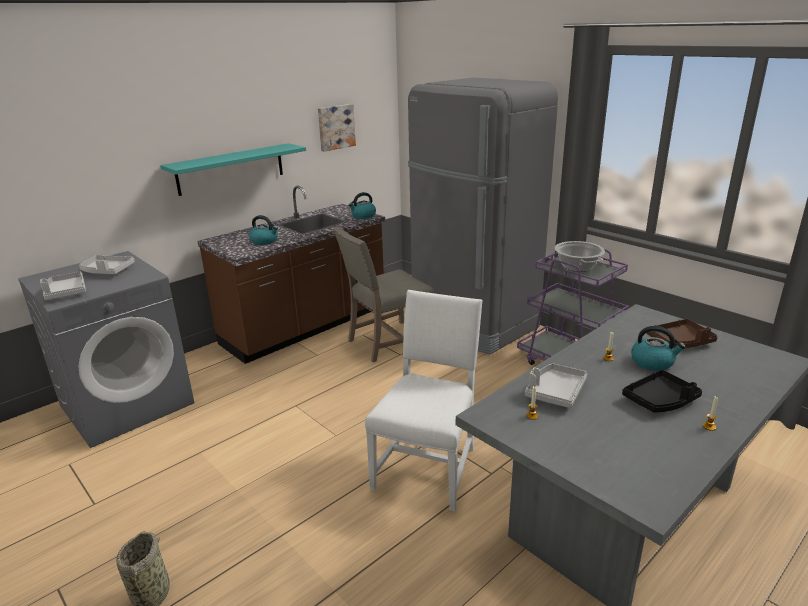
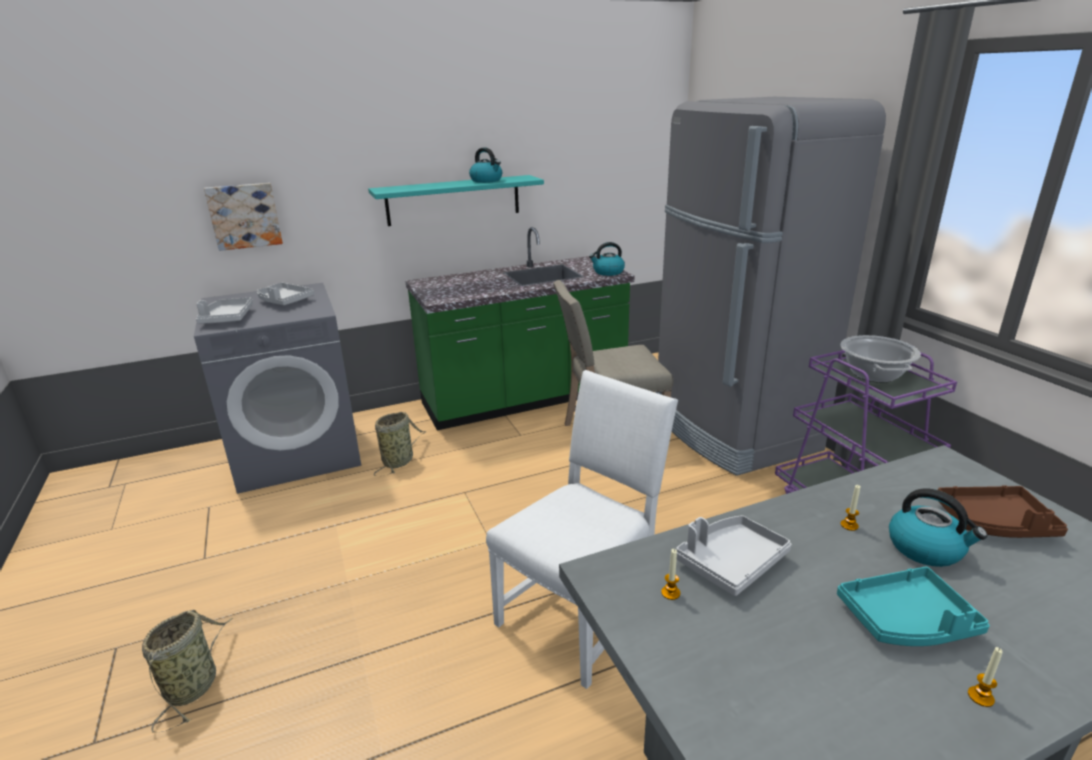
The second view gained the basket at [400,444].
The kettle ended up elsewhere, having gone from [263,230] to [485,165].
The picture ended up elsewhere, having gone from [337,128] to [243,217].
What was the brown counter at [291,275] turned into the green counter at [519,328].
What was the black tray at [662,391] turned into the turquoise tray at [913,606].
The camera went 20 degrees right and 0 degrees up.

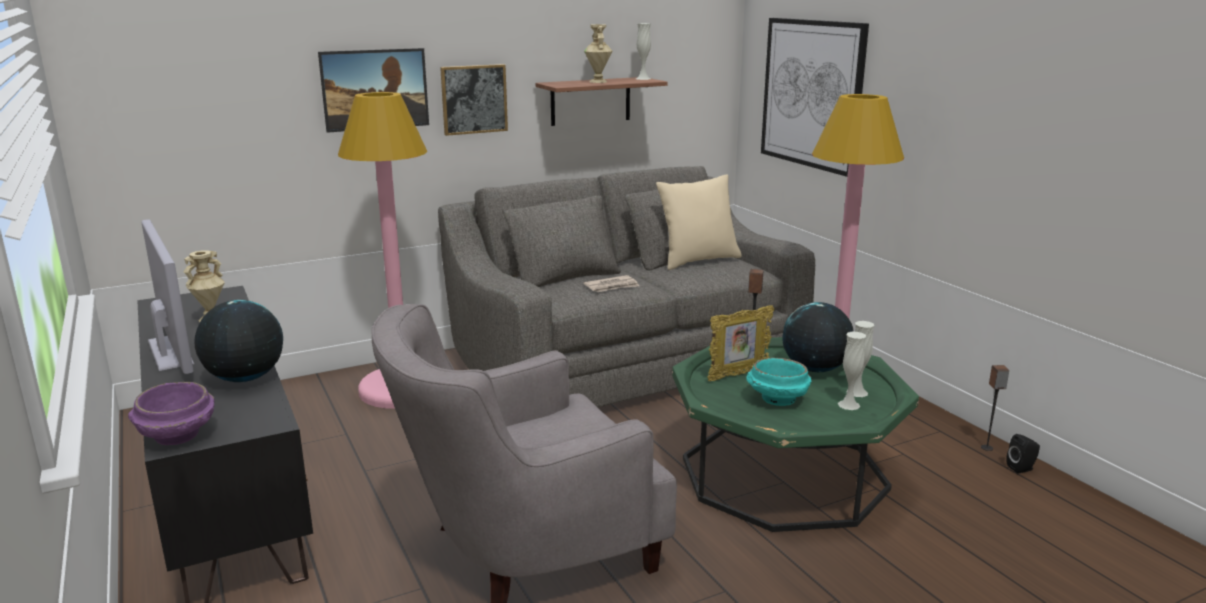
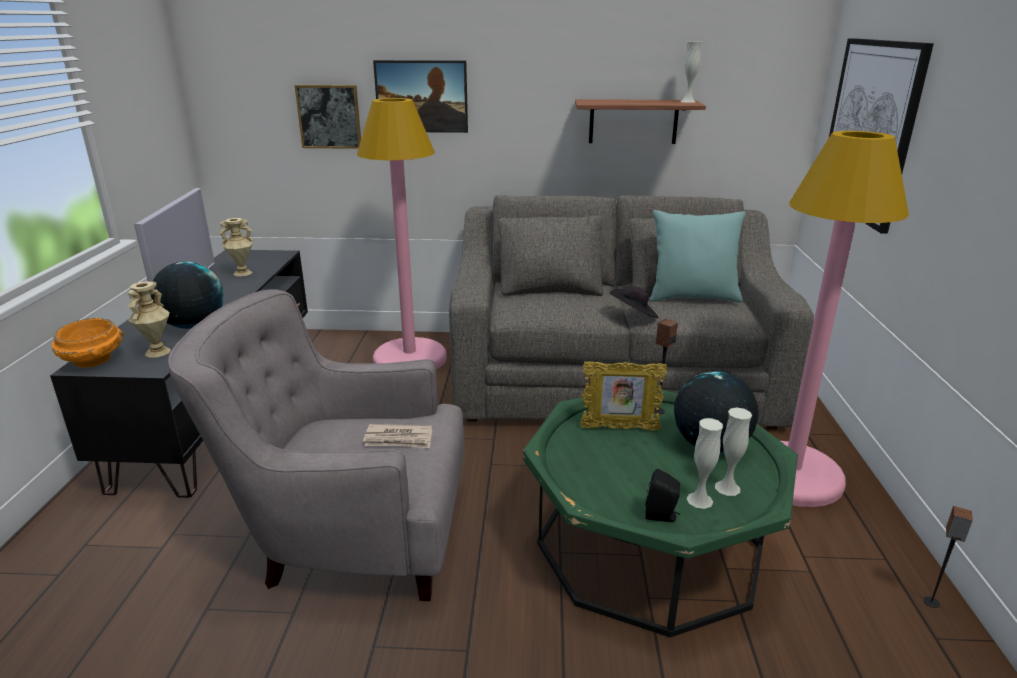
The second view lost the turquoise bowl at [778,382].
The second view gained the black hat at [634,302].
The picture ended up elsewhere, having gone from [474,100] to [328,117].
The newspaper ended up elsewhere, having gone from [611,283] to [397,436].
The beige vase ended up elsewhere, having gone from [598,53] to [149,319].
The black speaker ended up elsewhere, having gone from [1023,453] to [662,495].
What was the purple bowl at [171,413] turned into the orange bowl at [87,343].
What was the beige pillow at [699,222] turned into the turquoise pillow at [698,256].
The camera went 30 degrees right and 5 degrees up.

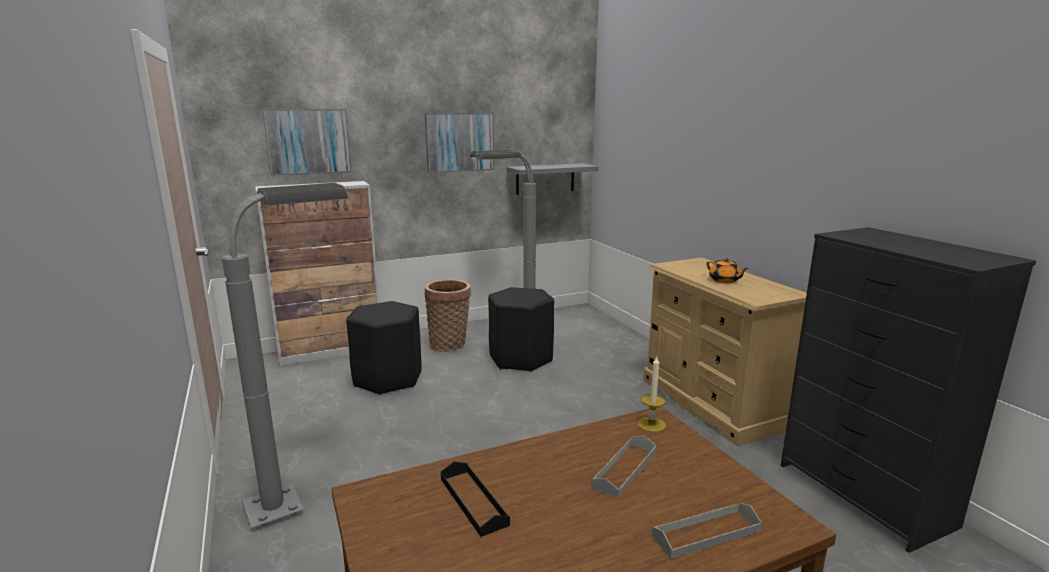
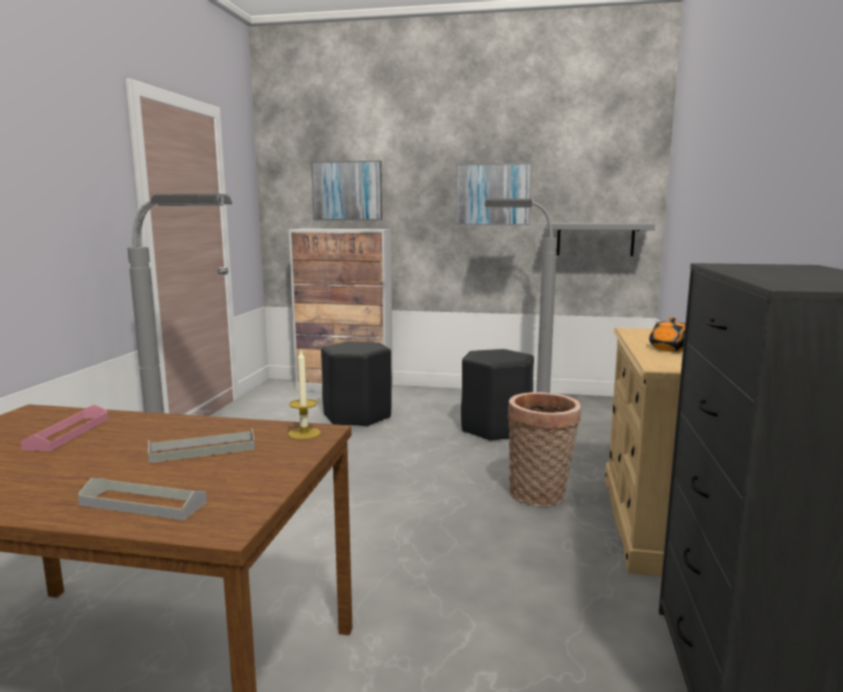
The basket ended up elsewhere, having gone from [448,315] to [544,449].
What was the black tray at [475,499] turned into the pink tray at [65,427].
The camera went 35 degrees right and 5 degrees down.

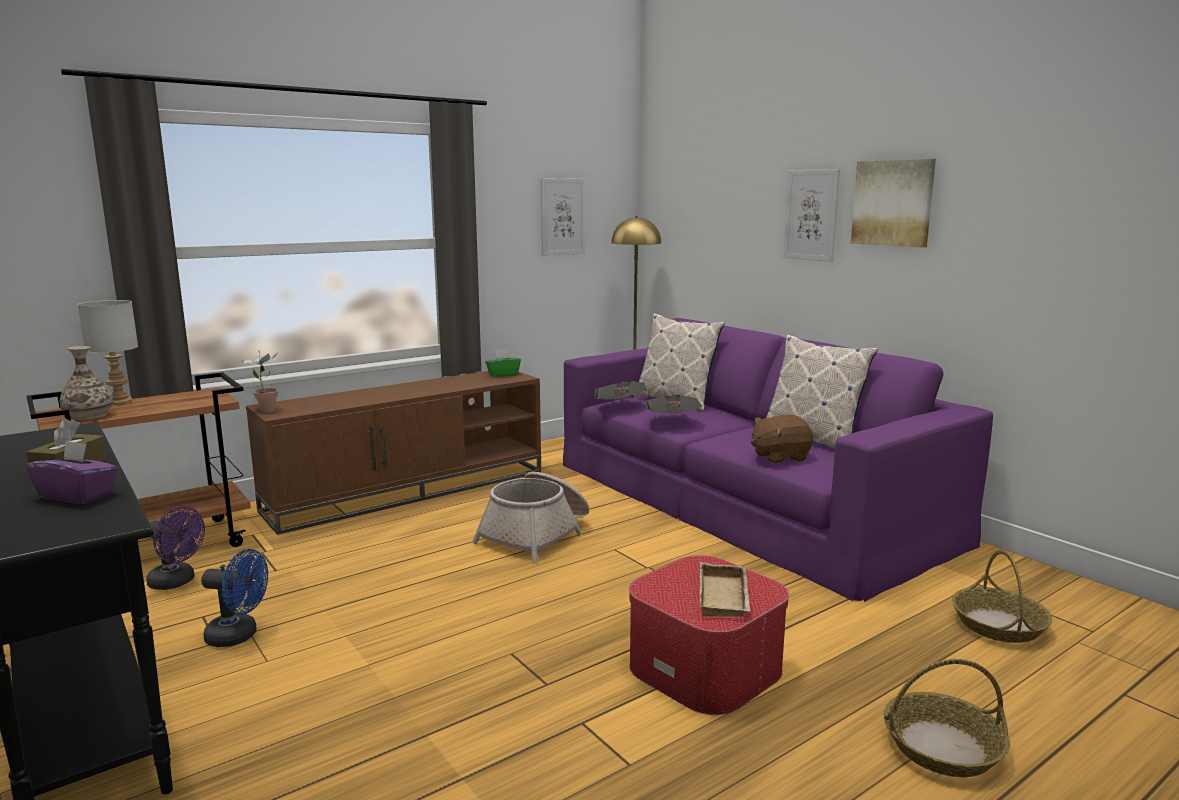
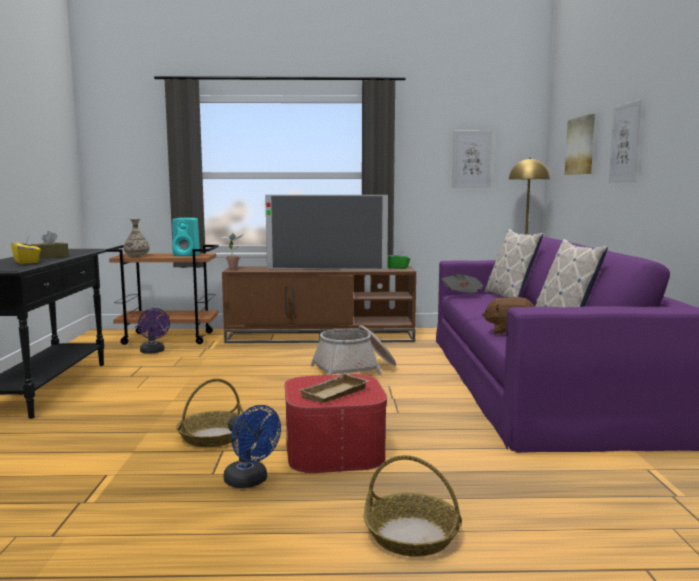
The second view lost the grey table lamp at [107,352].
The second view lost the newspaper at [673,404].
The second view gained the turquoise speaker at [186,237].
The second view gained the television at [326,232].
The blue fan ended up elsewhere, having gone from [234,598] to [252,446].
The picture ended up elsewhere, having gone from [893,203] to [580,144].
The basket ended up elsewhere, having gone from [1002,596] to [211,412].
What was the purple tissue box at [72,472] turned into the yellow tissue box at [26,250].
The camera went 35 degrees right and 5 degrees down.

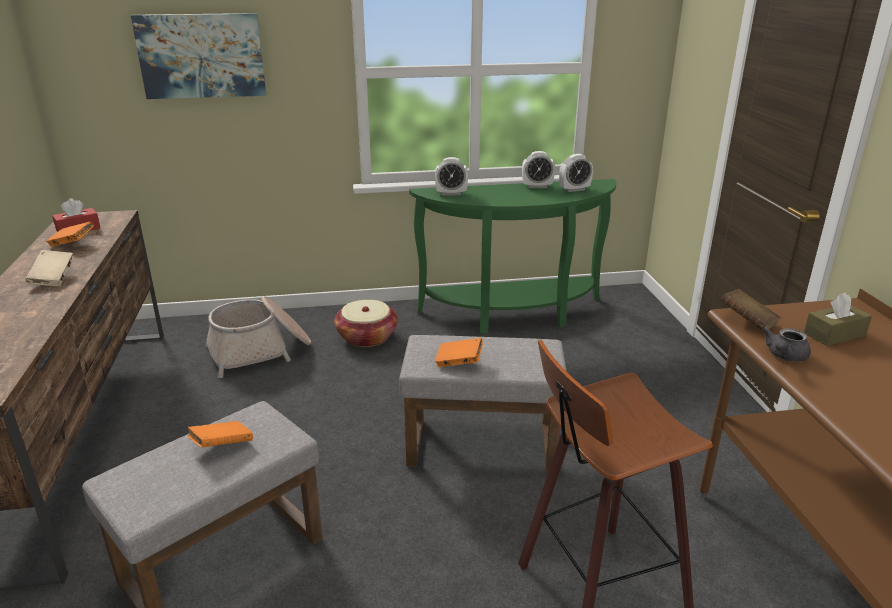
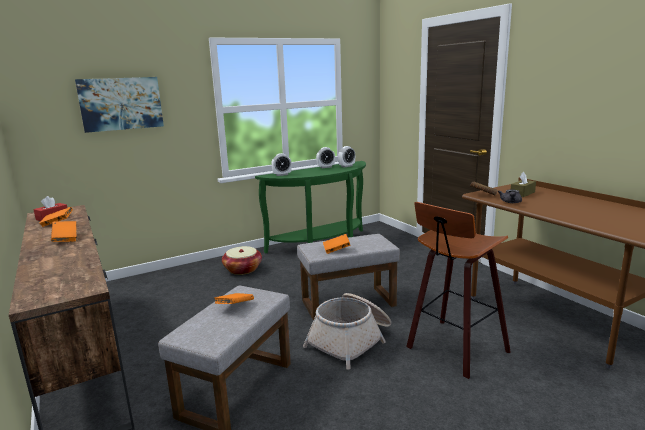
The basket ended up elsewhere, having gone from [258,337] to [347,331].
What was the beige book at [49,268] turned into the orange book at [64,231].
The camera went 20 degrees left and 10 degrees down.

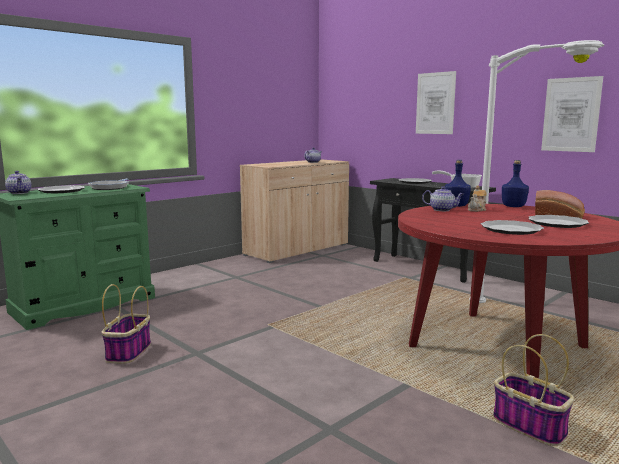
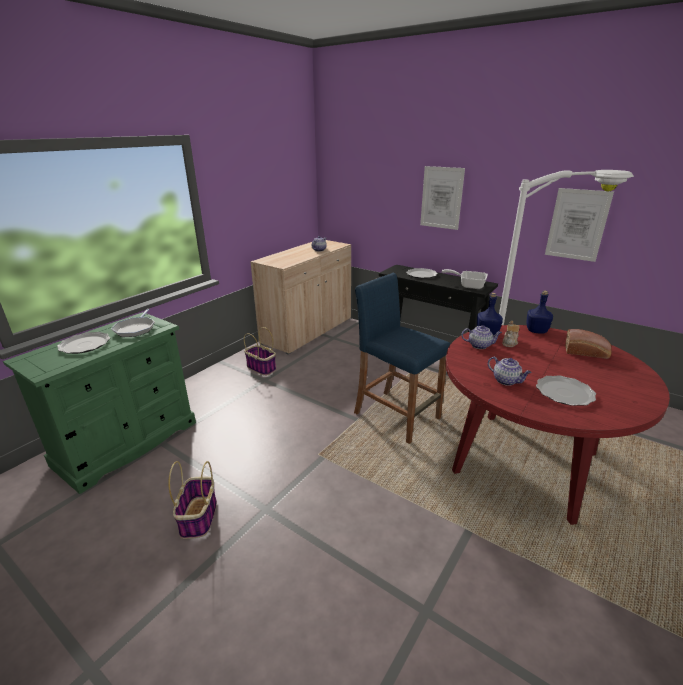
The second view lost the plate at [559,221].
The second view gained the blue stool at [402,358].
The teapot ended up elsewhere, having gone from [18,182] to [510,371].
The basket ended up elsewhere, having gone from [533,390] to [260,351].
The camera went 10 degrees left and 15 degrees up.

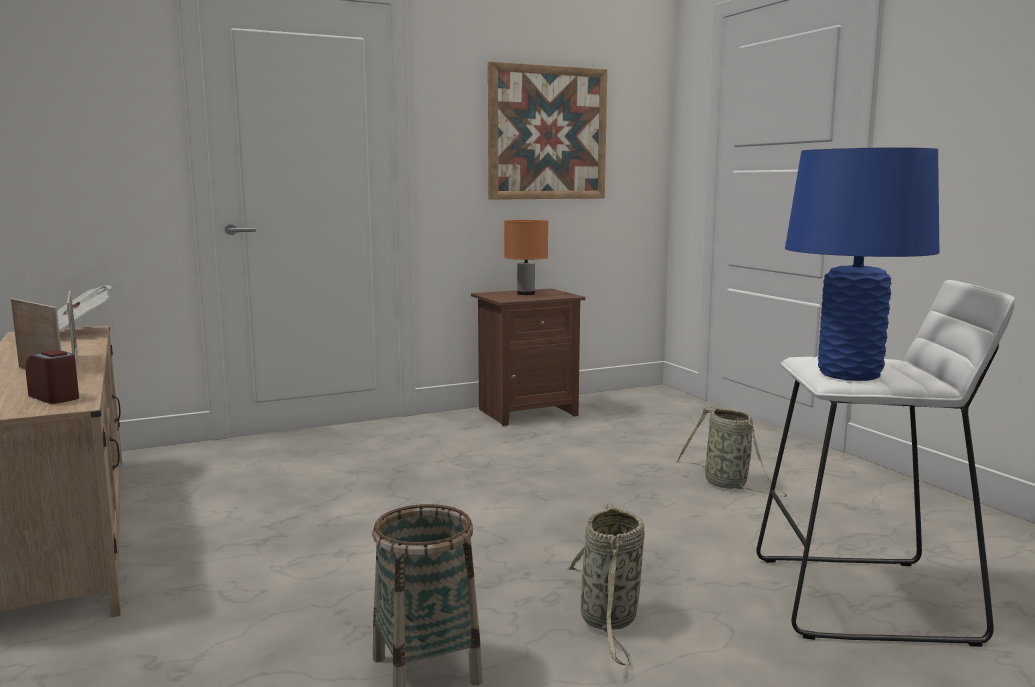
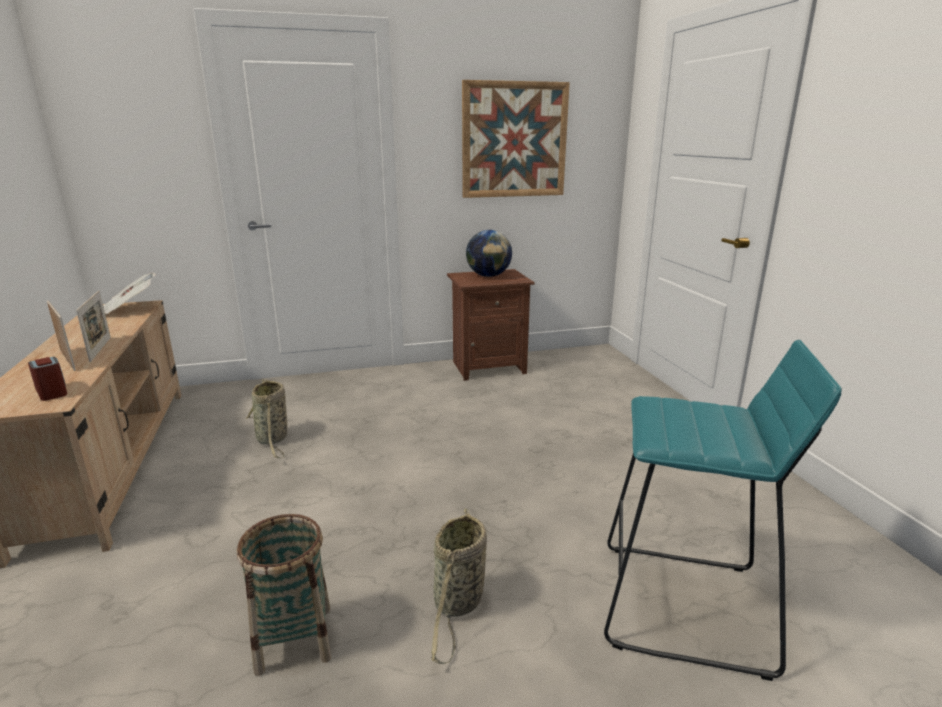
The second view lost the blue table lamp at [862,264].
The basket ended up elsewhere, having gone from [731,452] to [266,418].
Where the orange table lamp stood at [526,257], the globe came to stand at [489,253].
What was the white stool at [885,463] turned into the turquoise stool at [723,510].
The camera went 10 degrees right and 10 degrees up.

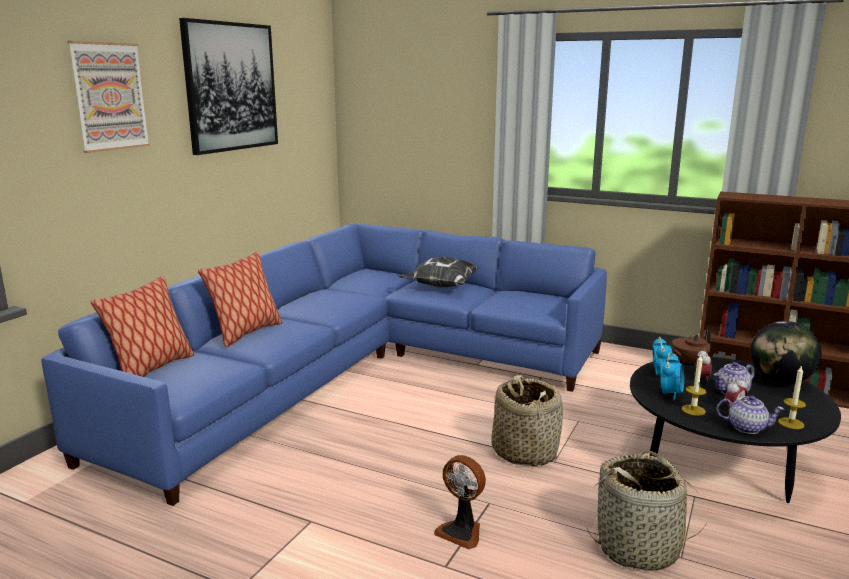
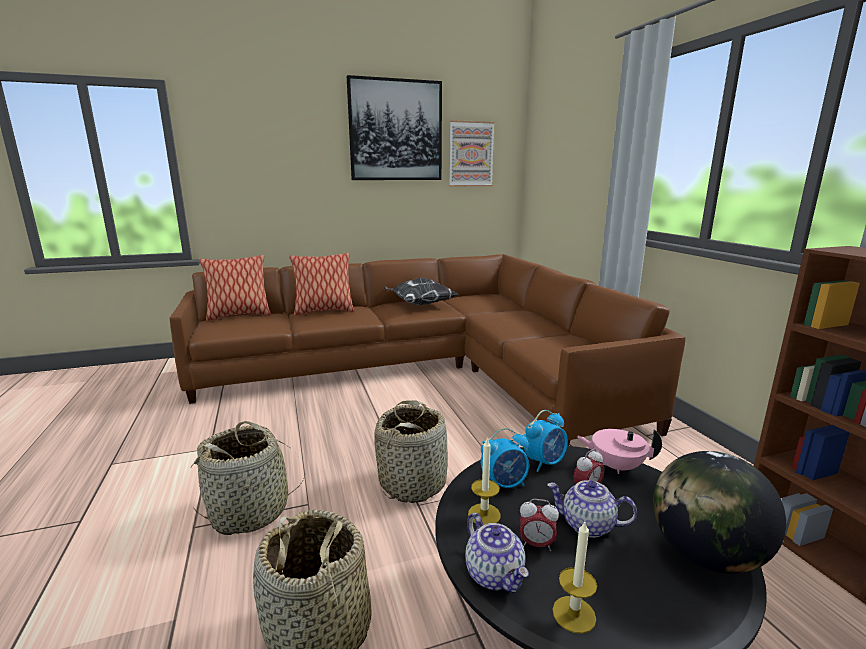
The picture ended up elsewhere, having gone from [108,97] to [472,153].
The pillow ended up elsewhere, having gone from [438,271] to [421,291].
Where the fan stood at [460,502], the basket came to stand at [248,478].
What was the blue sofa at [324,364] turned into the brown sofa at [427,350].
What was the brown teapot at [691,346] turned into the pink teapot at [619,451].
The camera went 45 degrees right and 0 degrees up.

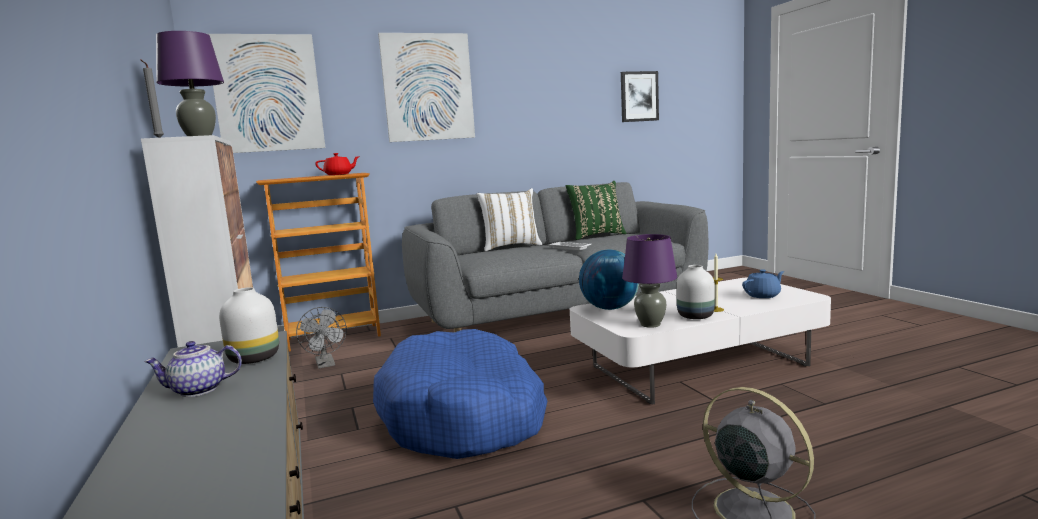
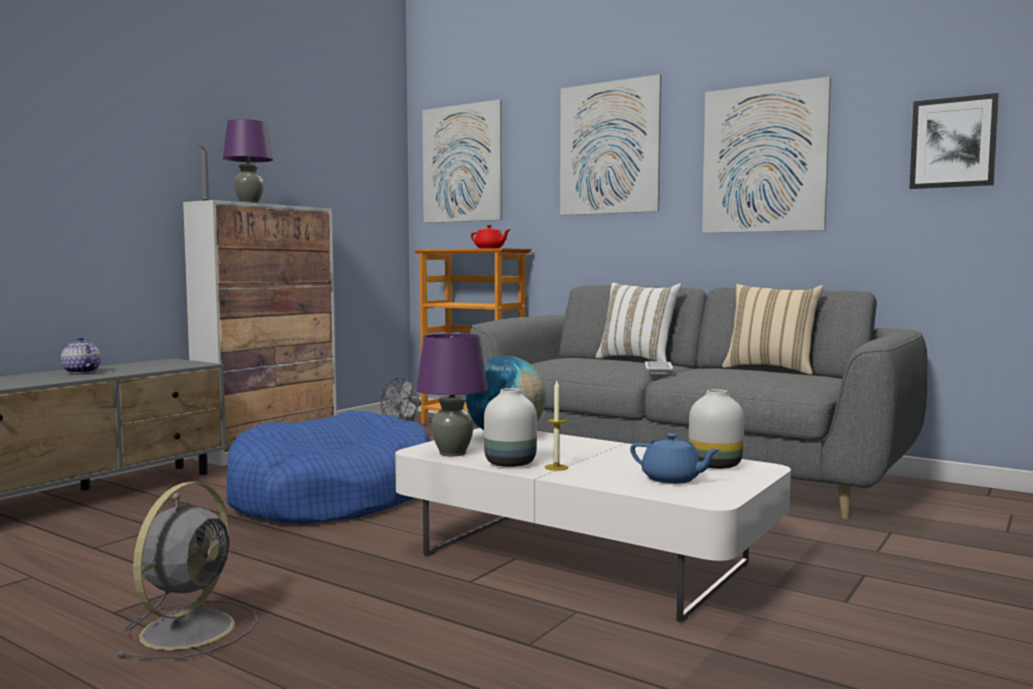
The second view gained the picture at [766,155].
The white vase ended up elsewhere, having gone from [249,325] to [716,429].
What was the green pillow at [596,210] turned into the beige pillow at [773,329].
The camera went 55 degrees right and 5 degrees down.

